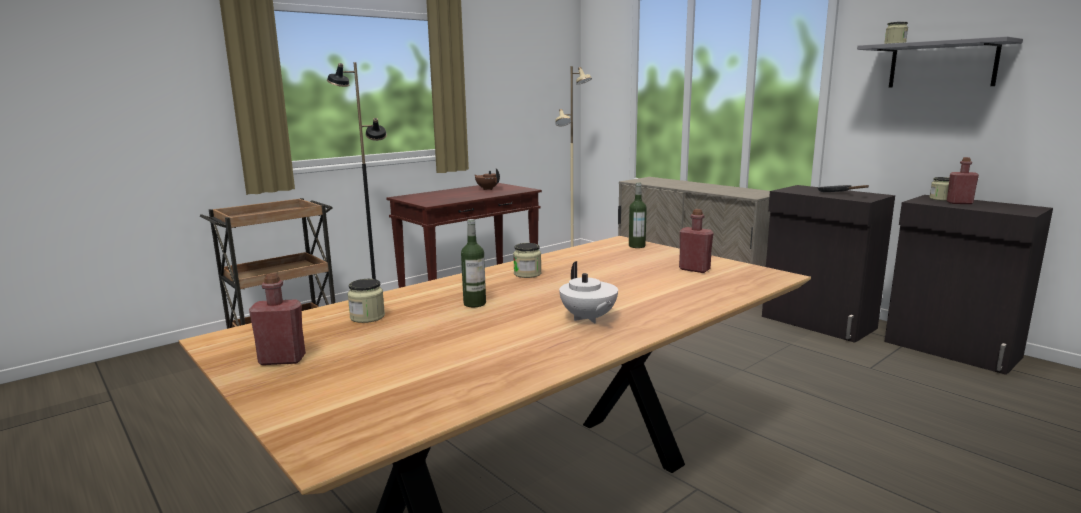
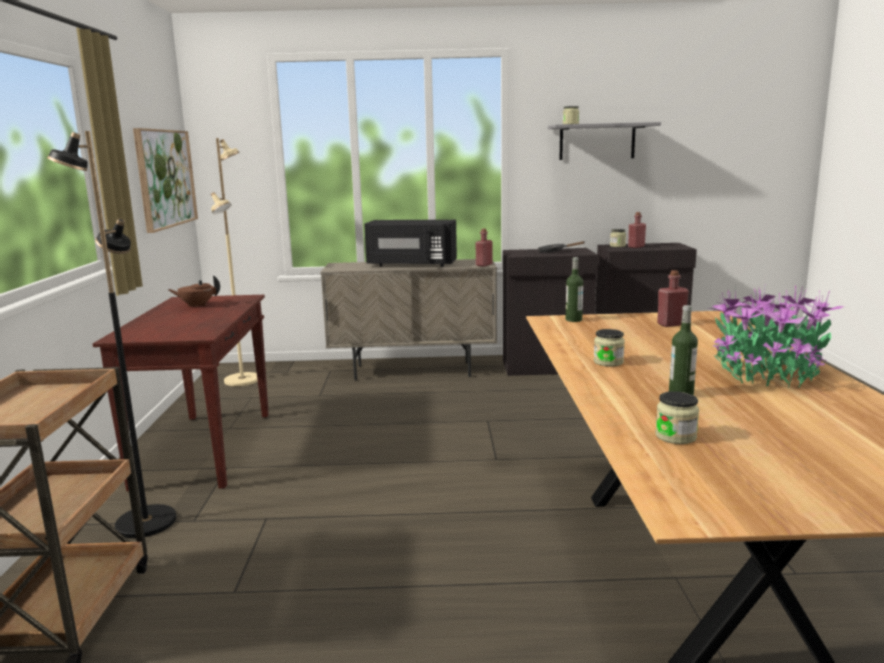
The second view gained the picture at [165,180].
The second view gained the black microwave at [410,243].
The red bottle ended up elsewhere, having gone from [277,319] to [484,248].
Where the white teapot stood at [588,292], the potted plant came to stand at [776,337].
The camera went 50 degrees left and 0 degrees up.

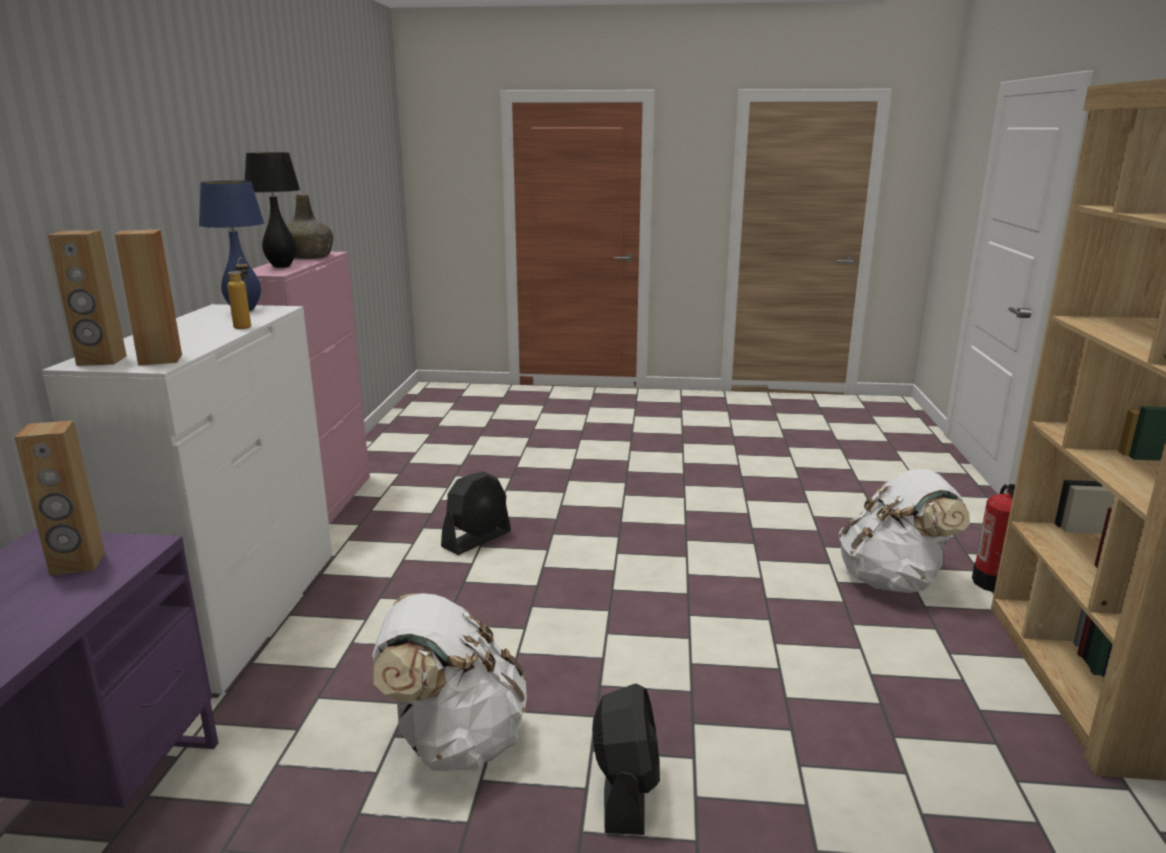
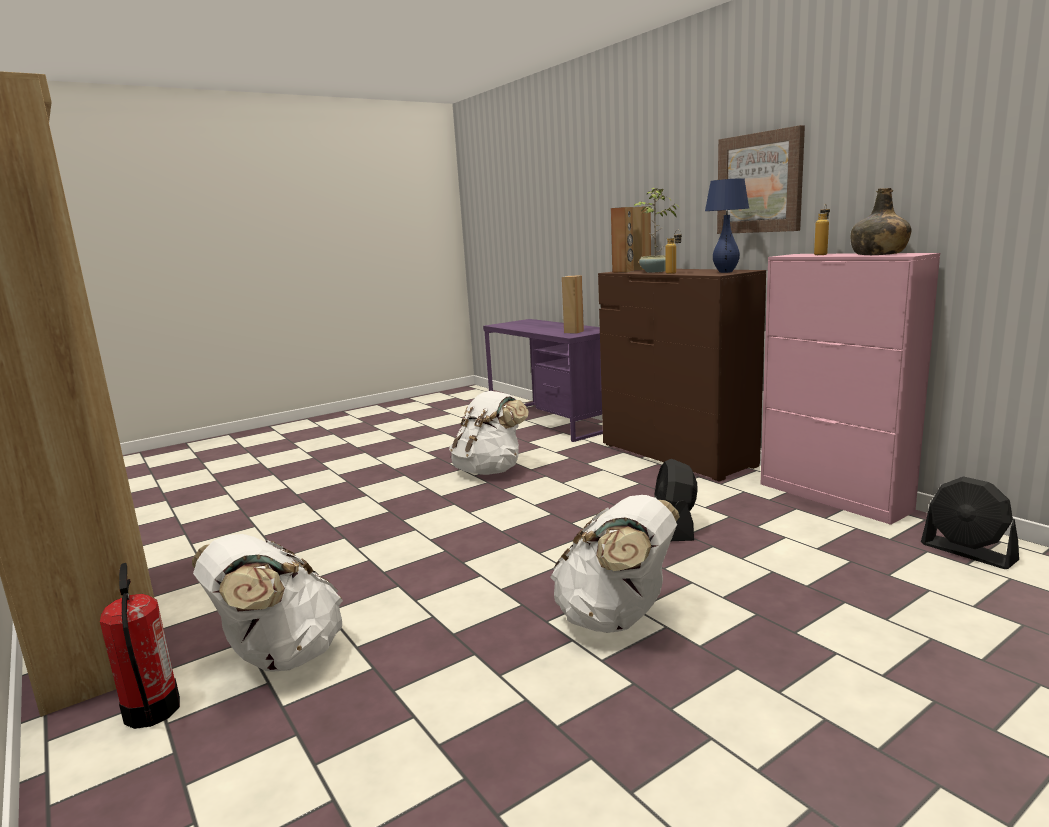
The second view gained the white backpack at [615,564].
The second view gained the potted plant at [656,230].
The second view gained the picture at [761,179].
The black fan ended up elsewhere, having gone from [626,759] to [970,522].
Where the black table lamp stood at [272,210], the bottle came to stand at [822,229].
What was the white dresser at [187,501] turned into the brown dresser at [682,375].
The camera went 140 degrees right and 5 degrees down.

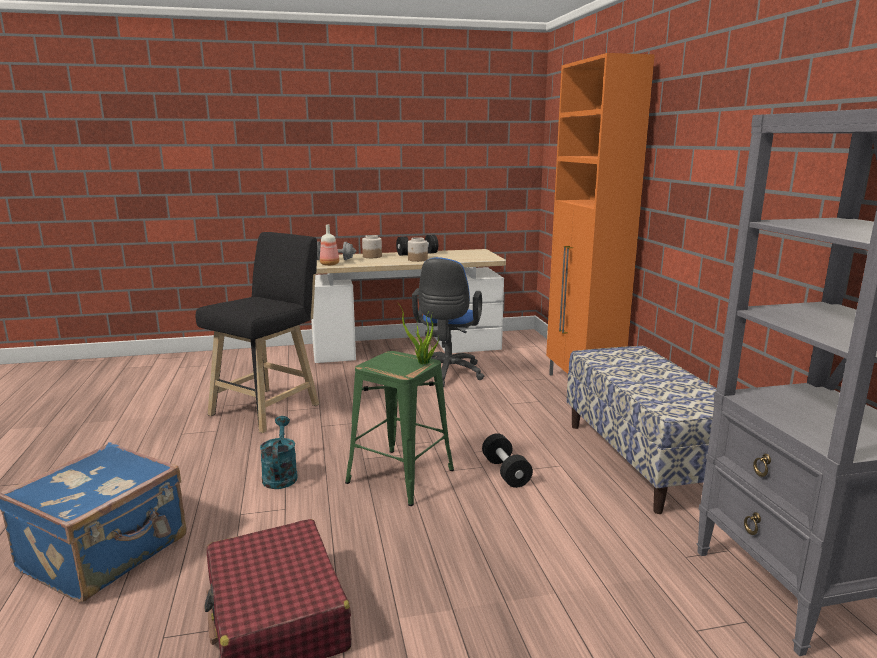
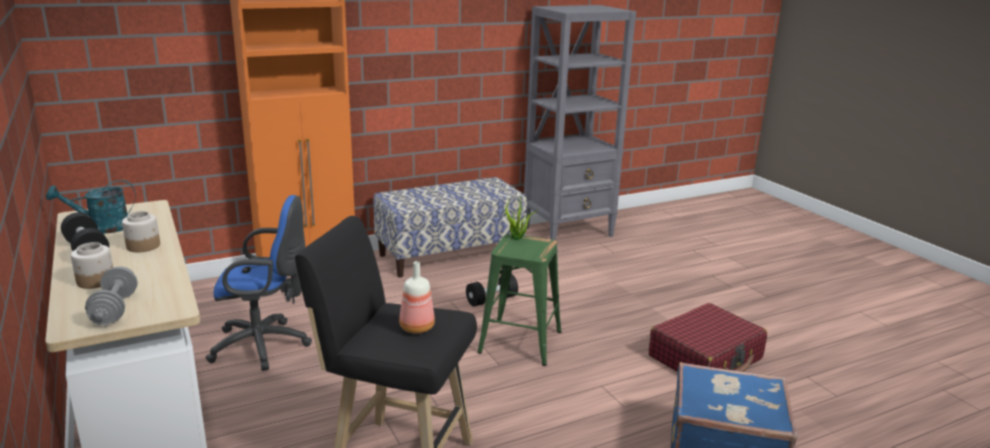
The turquoise watering can ended up elsewhere, having gone from [279,452] to [91,207].
The bottle ended up elsewhere, having gone from [329,245] to [417,297].
The camera went 105 degrees left and 5 degrees up.

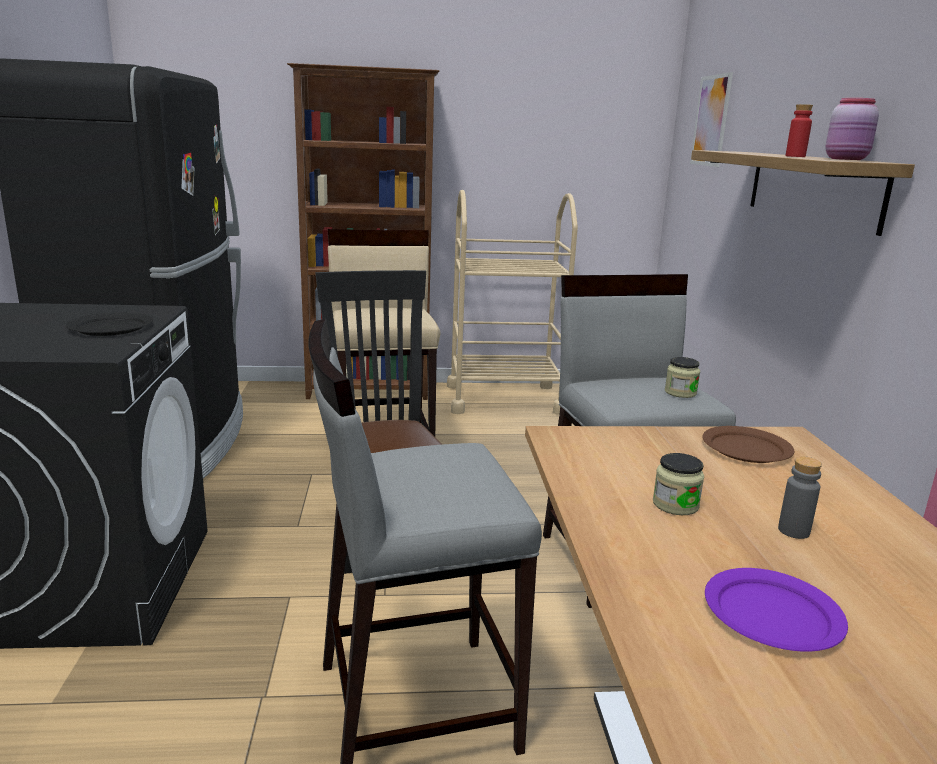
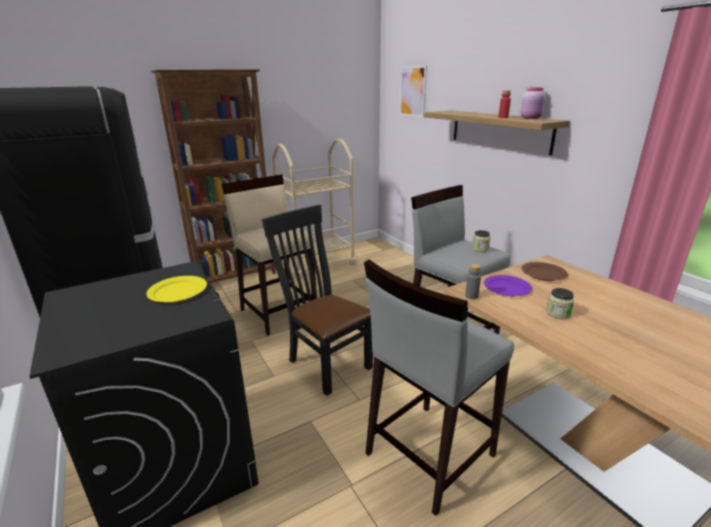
The purple plate ended up elsewhere, having gone from [776,610] to [508,285].
The grey bottle ended up elsewhere, having gone from [800,497] to [473,281].
What was the black plate at [109,324] turned into the yellow plate at [176,289].
The camera went 25 degrees left and 5 degrees up.

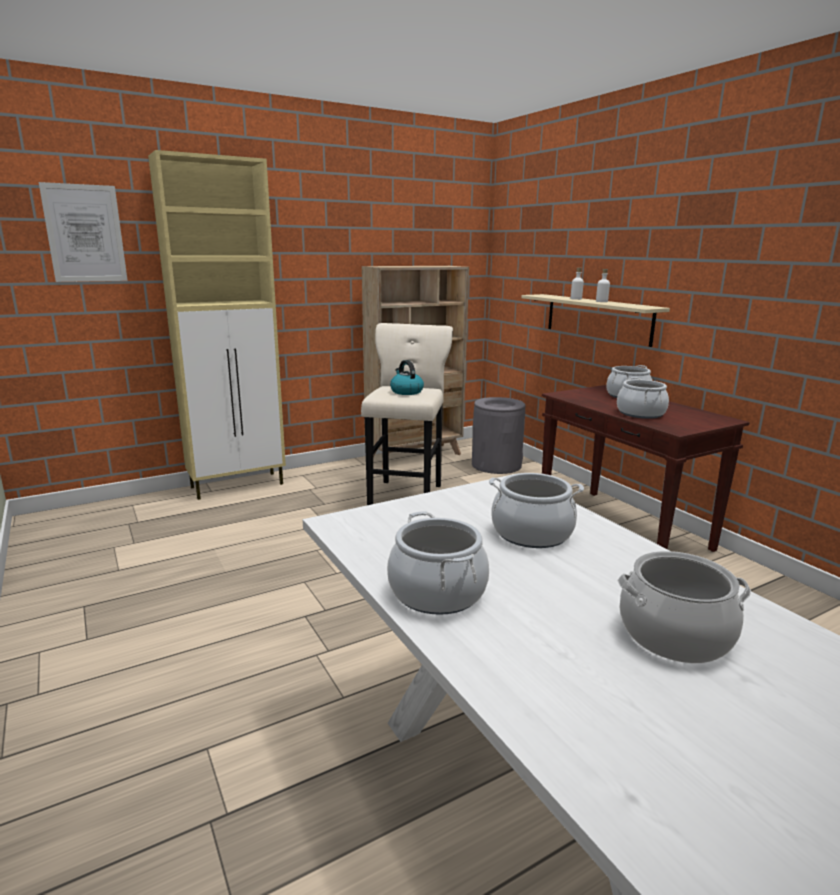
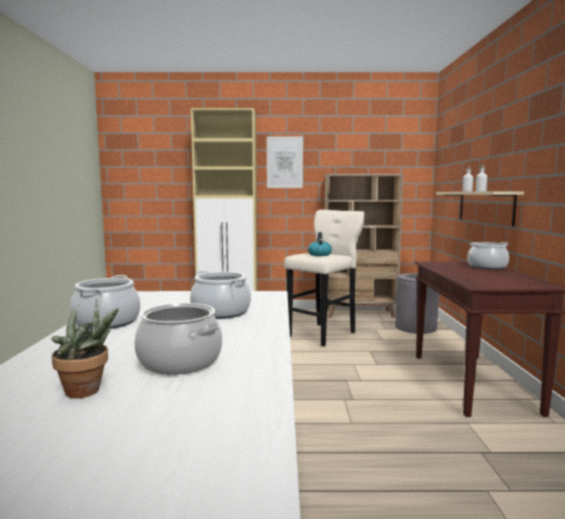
The second view lost the cooking pot at [643,398].
The second view gained the potted plant at [85,349].
The picture ended up elsewhere, having gone from [83,232] to [285,162].
The camera went 30 degrees right and 10 degrees down.

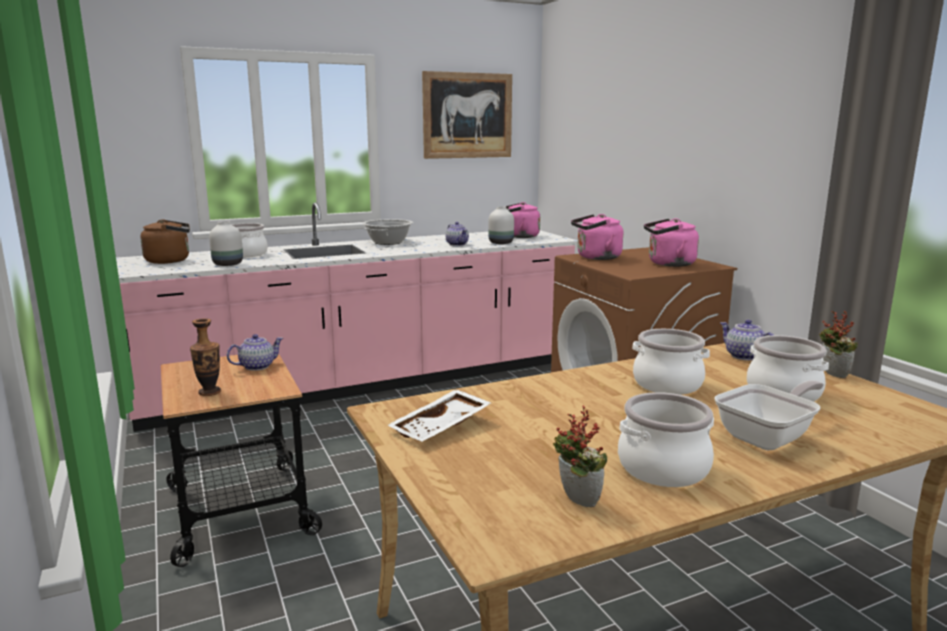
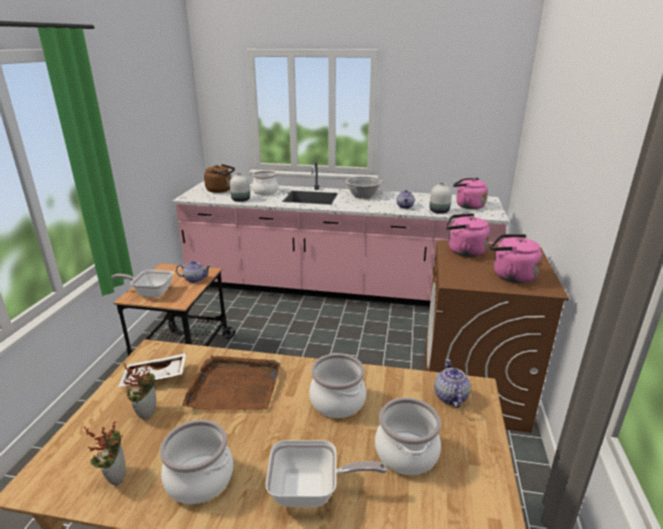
The second view lost the picture at [467,115].
The second view gained the brown tray at [231,382].
The potted plant ended up elsewhere, having gone from [838,344] to [140,391].
Where the vase stood at [205,357], the frying pan came to stand at [142,283].
The camera went 35 degrees right and 10 degrees up.

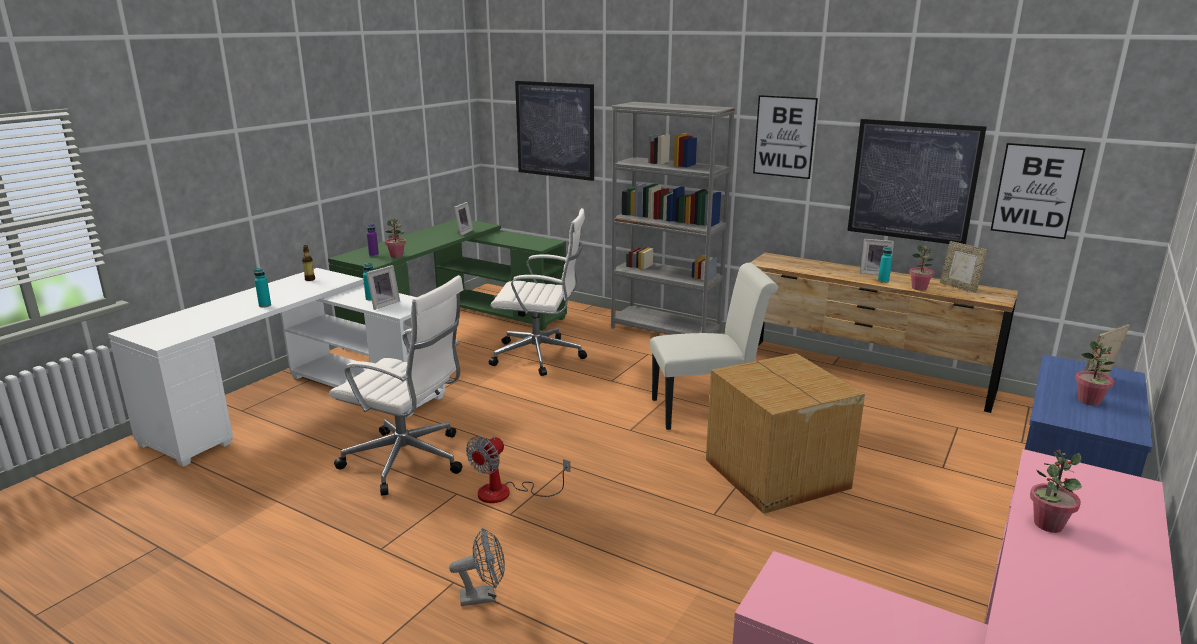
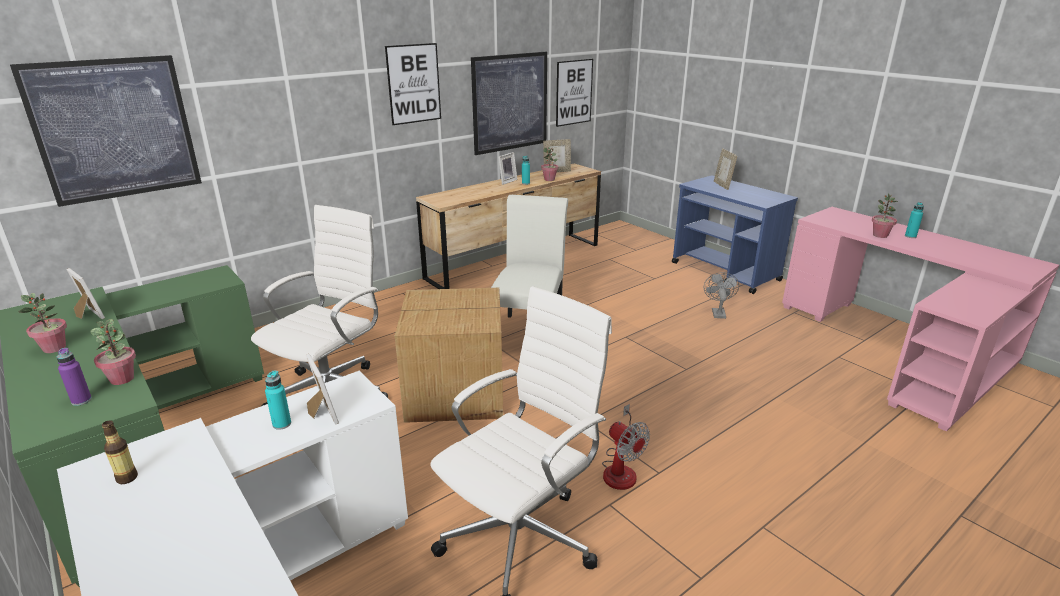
The second view lost the grey bookcase at [673,218].
The turquoise bottle ended up elsewhere, having gone from [262,287] to [914,220].
The grey fan ended up elsewhere, having gone from [477,567] to [721,295].
The cardboard box ended up elsewhere, having gone from [785,433] to [449,355].
The potted plant ended up elsewhere, having gone from [1095,373] to [42,323].
The camera went 70 degrees left and 5 degrees up.

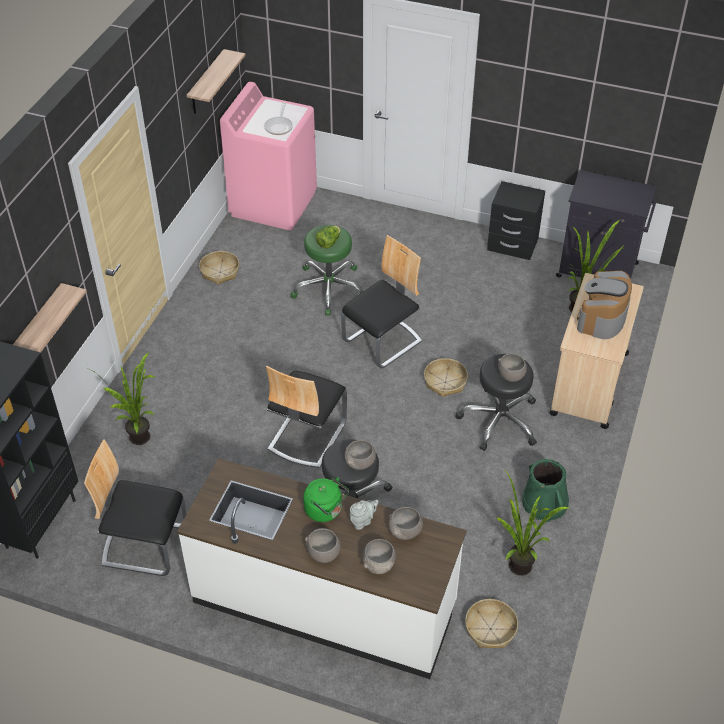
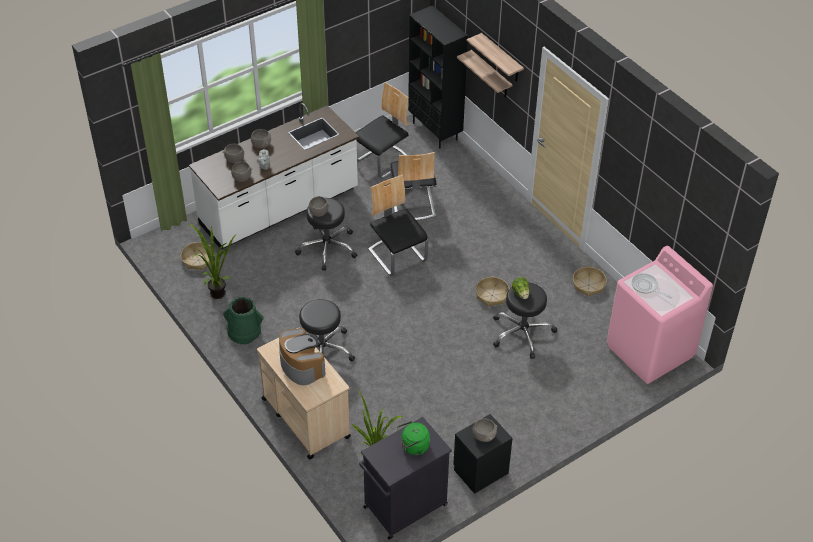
The second view lost the potted plant at [122,398].
The shelf ended up elsewhere, having gone from [216,81] to [495,57].
The green kettle ended up elsewhere, having gone from [326,499] to [413,438].
The chair ended up elsewhere, having gone from [381,302] to [413,186].
The basket ended up elsewhere, having gone from [446,377] to [493,292].
The grey bowl ended up elsewhere, having gone from [512,367] to [484,430].
What was the green stool at [326,270] turned into the black stool at [525,320].
The camera went 125 degrees right and 0 degrees up.

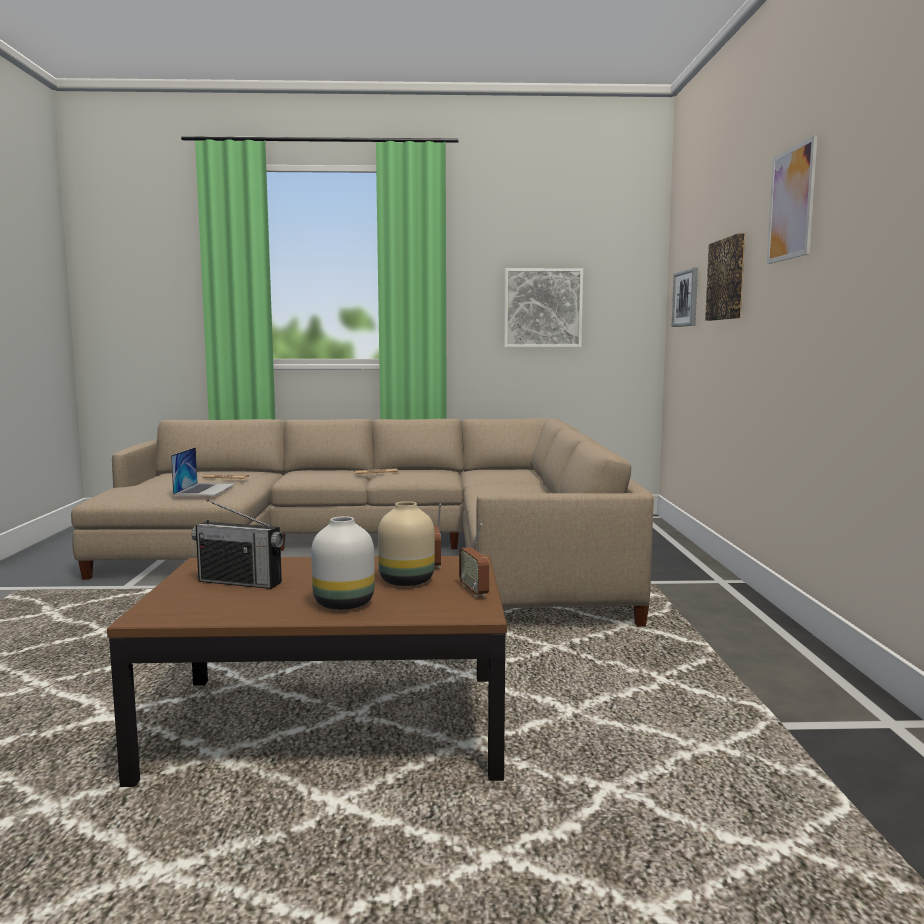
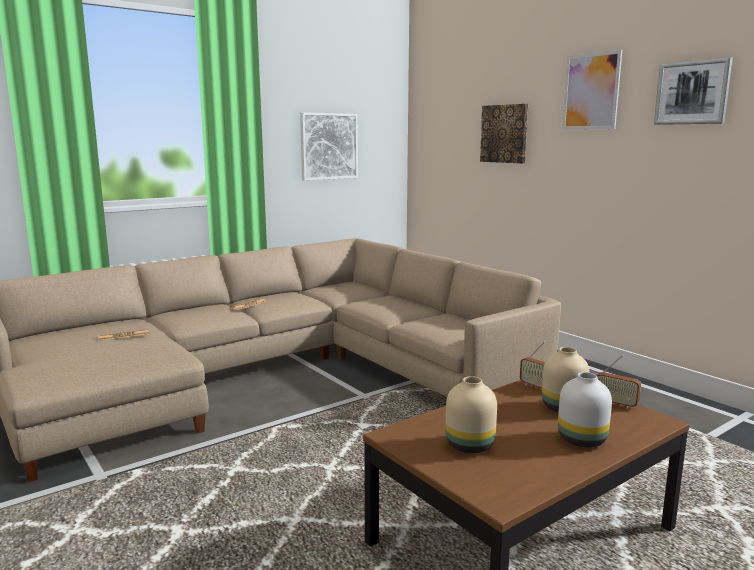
The second view lost the laptop at [203,471].
The picture ended up elsewhere, having gone from [685,297] to [693,91].
Where the radio stood at [237,544], the beige vase came to stand at [471,414].
The camera went 35 degrees left and 5 degrees up.

